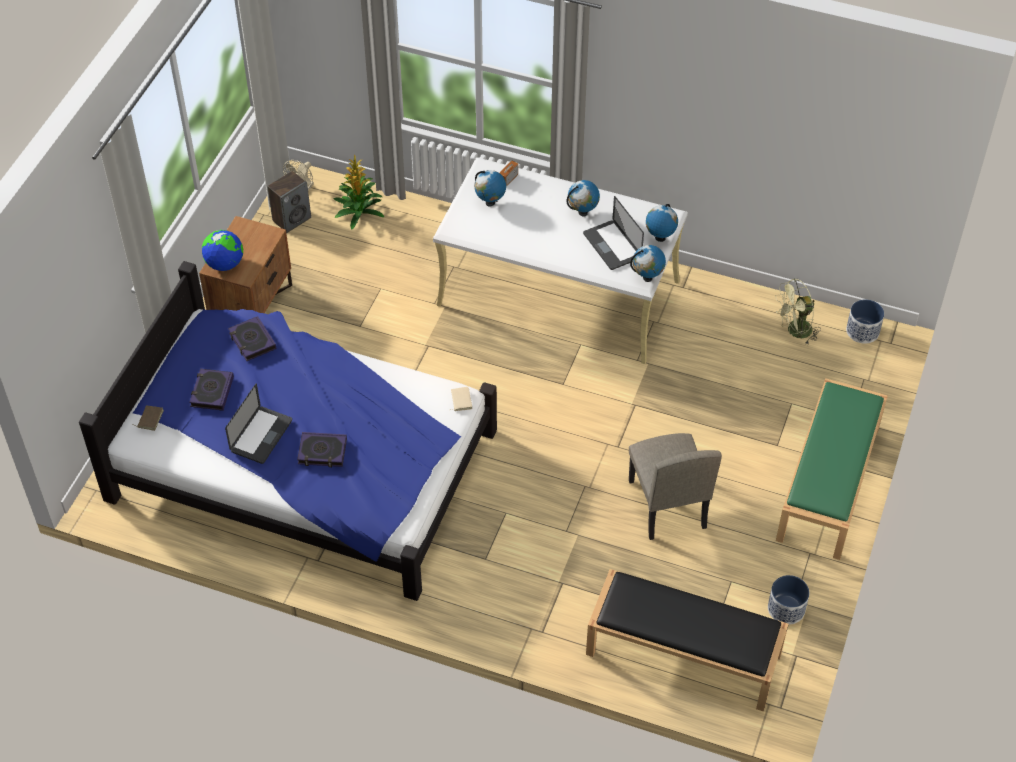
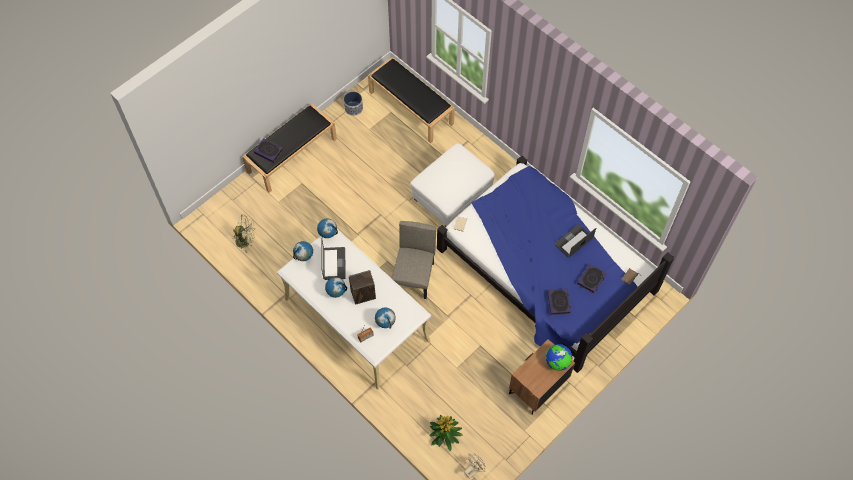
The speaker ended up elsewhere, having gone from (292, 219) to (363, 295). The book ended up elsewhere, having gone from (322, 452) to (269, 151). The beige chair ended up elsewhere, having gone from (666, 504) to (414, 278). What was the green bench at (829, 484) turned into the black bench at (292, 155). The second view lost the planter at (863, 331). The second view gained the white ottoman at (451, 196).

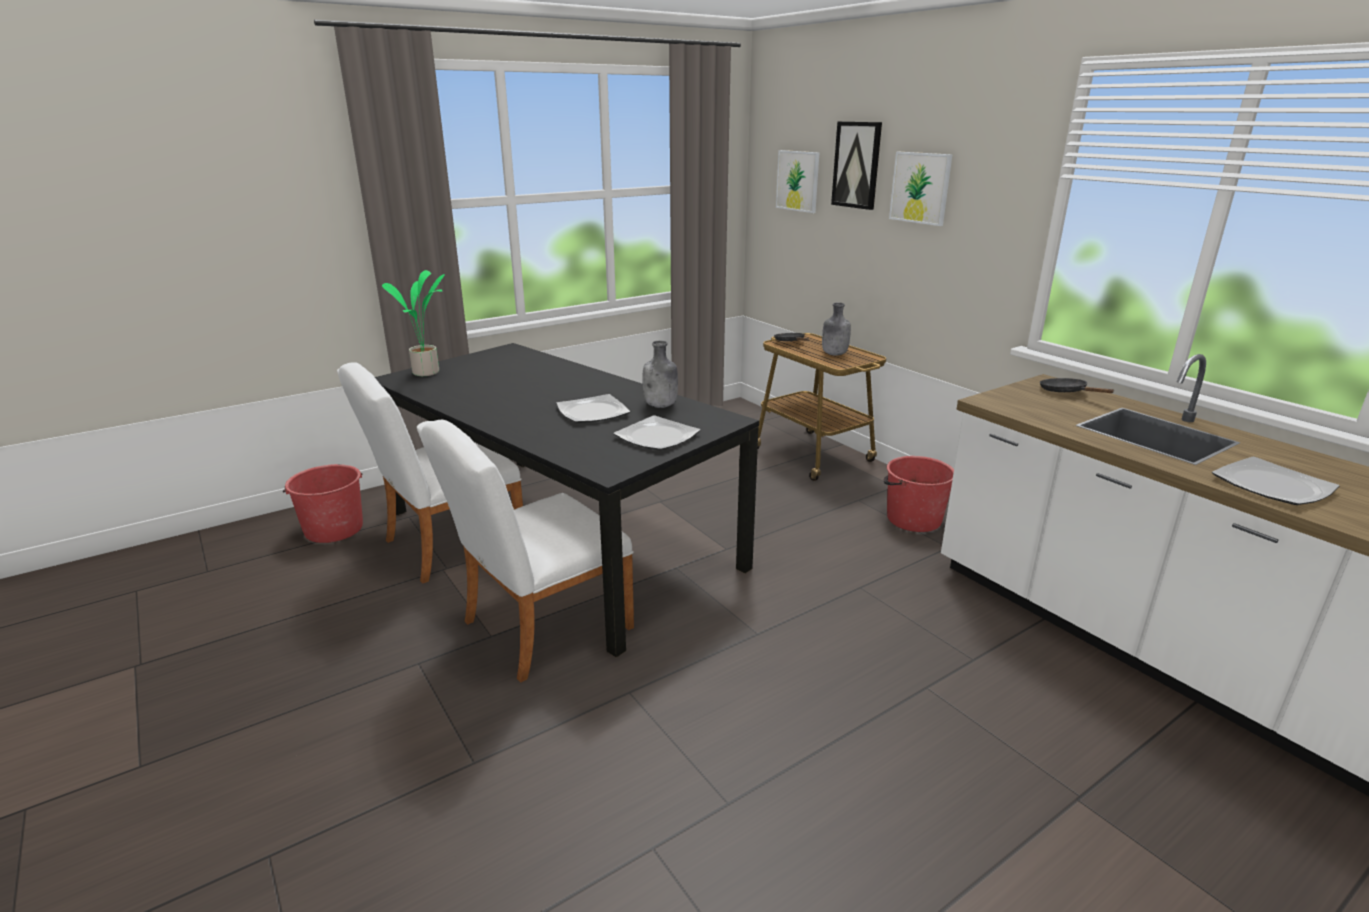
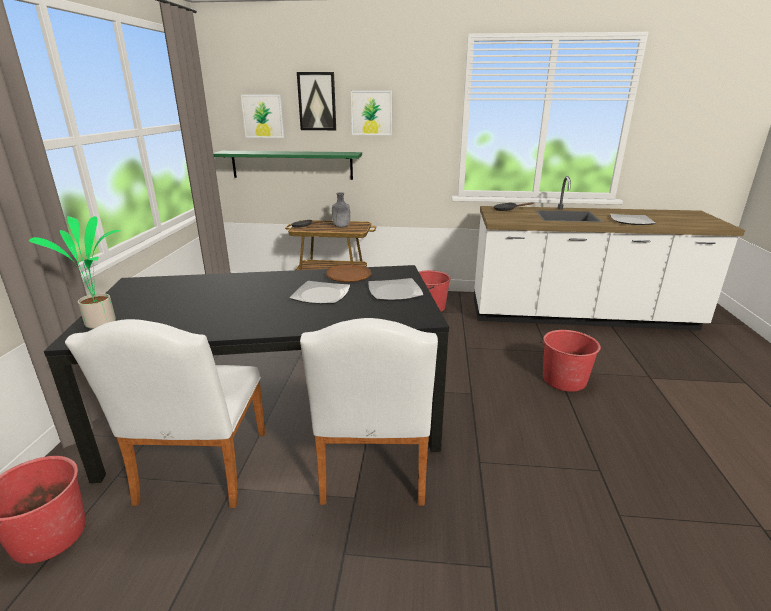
Where the grey bottle stood at (661, 406), the brown plate came to stand at (348, 277). The second view gained the green shelf at (292, 165). The second view gained the red bucket at (564, 379).

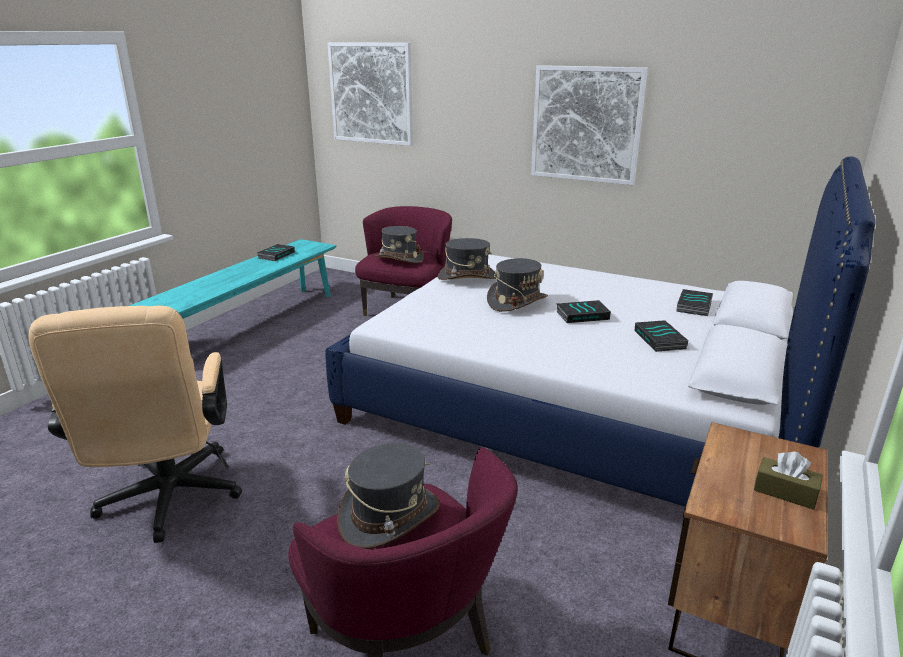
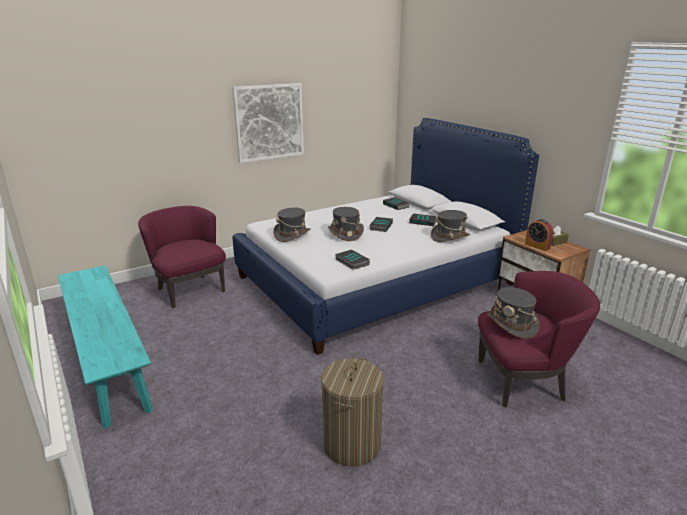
Where the beige office chair stood at (168, 502), the laundry basket came to stand at (351, 445). The book ended up elsewhere, having gone from (276, 255) to (351, 262). The second view lost the picture at (371, 93). The grey hat ended up elsewhere, having gone from (399, 258) to (450, 237). The second view gained the alarm clock at (537, 246).

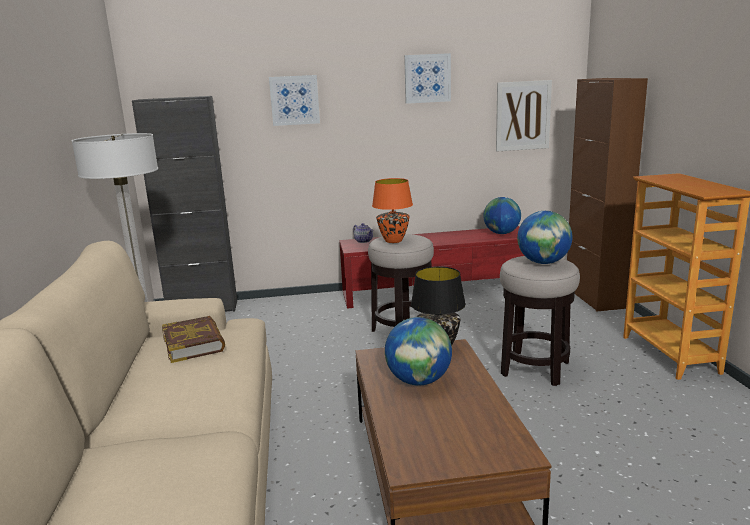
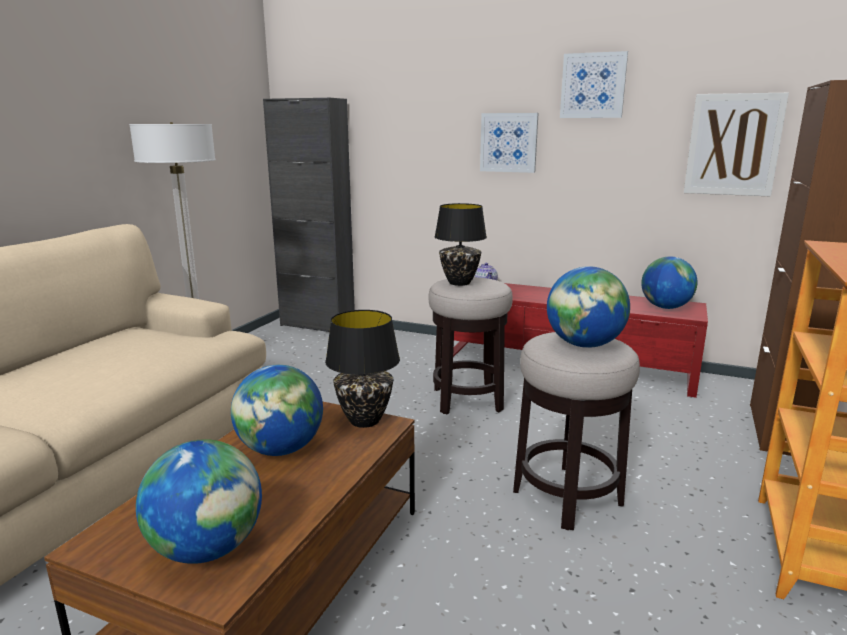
The second view lost the book at (194, 344). The picture ended up elsewhere, having gone from (294, 100) to (508, 142). What was the orange table lamp at (393, 241) turned into the black table lamp at (459, 283). The second view gained the globe at (207, 549).

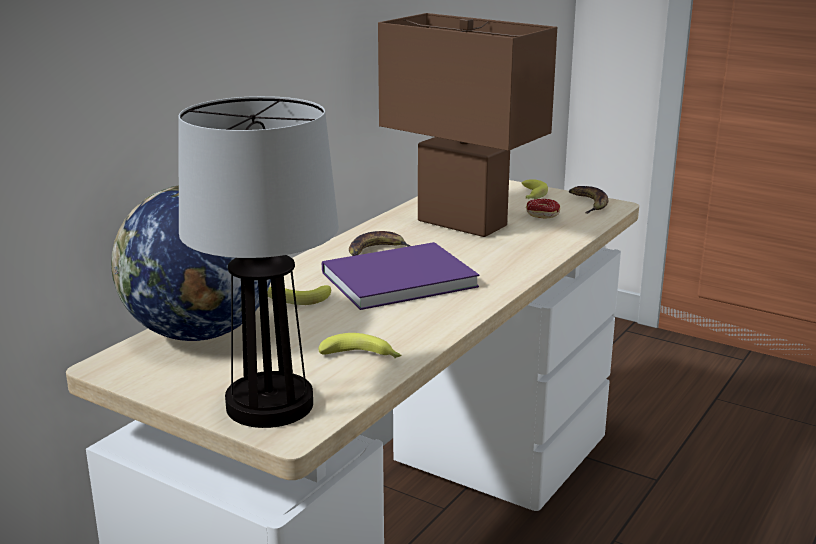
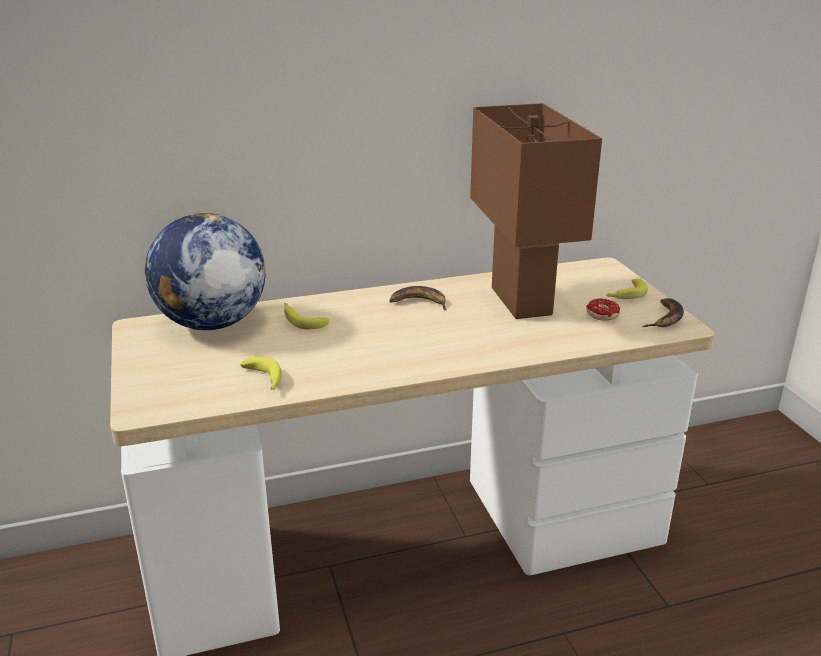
The second view lost the table lamp at (271, 405). The second view lost the purple book at (393, 279).

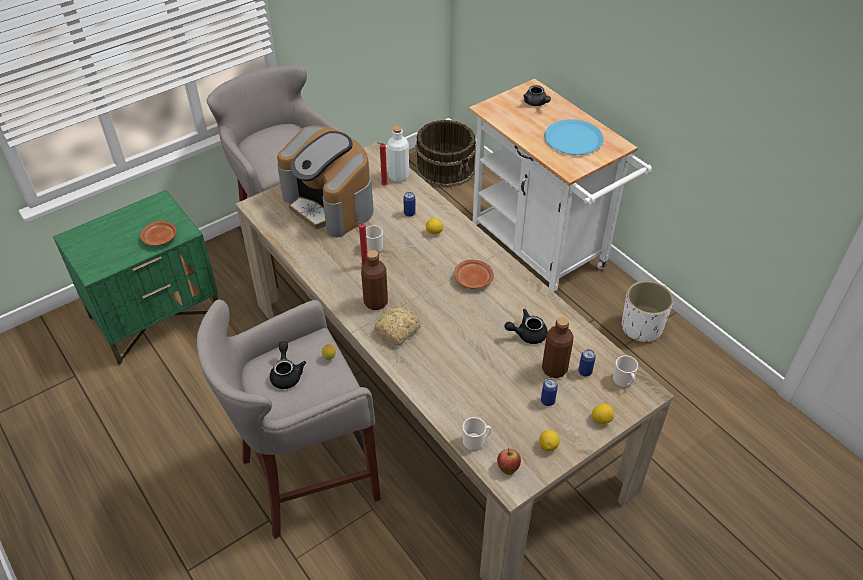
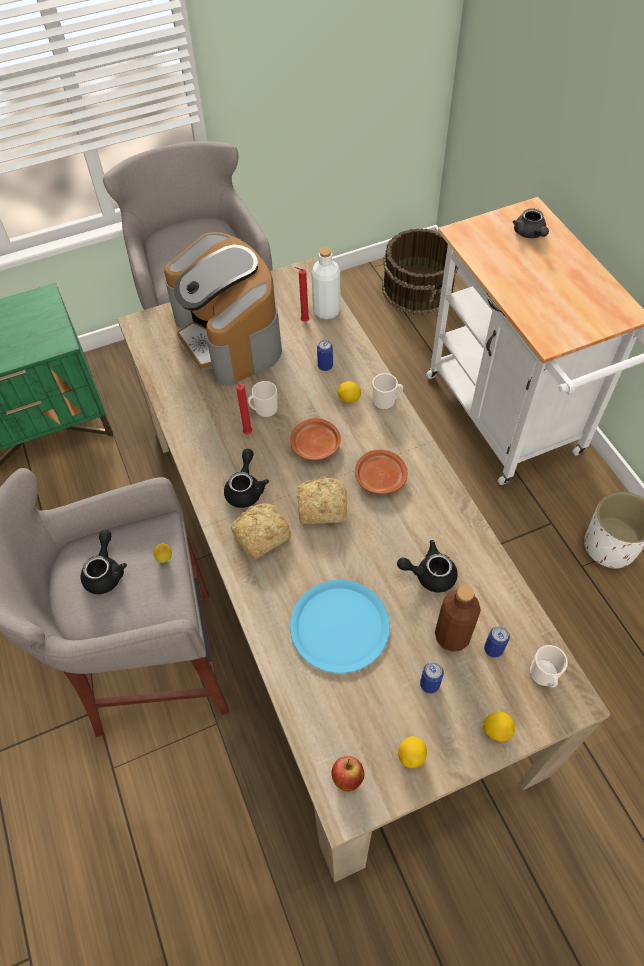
The brown plate ended up elsewhere, having gone from (160, 238) to (315, 445). Where the brown bottle stood at (375, 302), the black teapot came to stand at (245, 488). The mug ended up elsewhere, having gone from (476, 442) to (386, 401). The blue plate ended up elsewhere, having gone from (573, 138) to (339, 626). The second view gained the bread at (320, 506).

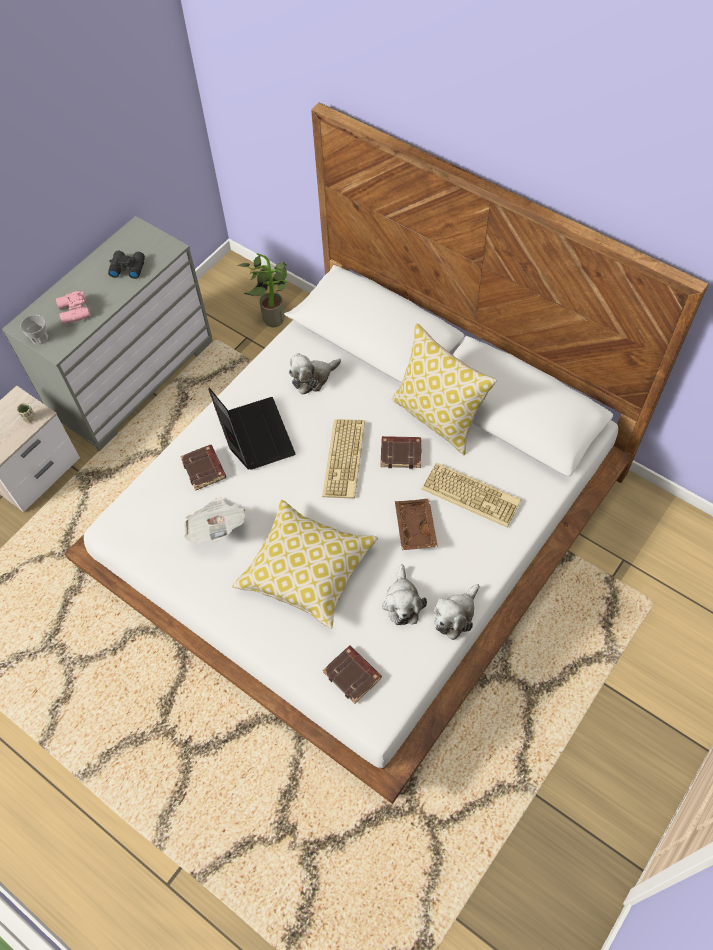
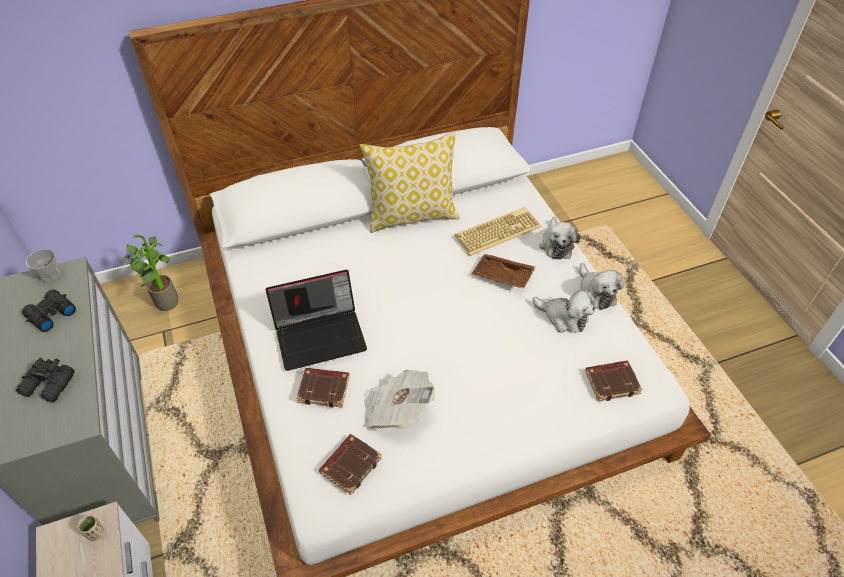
The cup ended up elsewhere, having gone from (40, 338) to (50, 275). What was the pink binoculars at (74, 312) turned into the black binoculars at (49, 386). The laptop at (253, 435) ended up facing another way, 150 degrees clockwise from before. The second view lost the pillow at (307, 570). The plush toy ended up elsewhere, having gone from (313, 378) to (556, 244). The second view lost the keyboard at (345, 459). The brown book ended up elsewhere, having gone from (401, 453) to (350, 465).

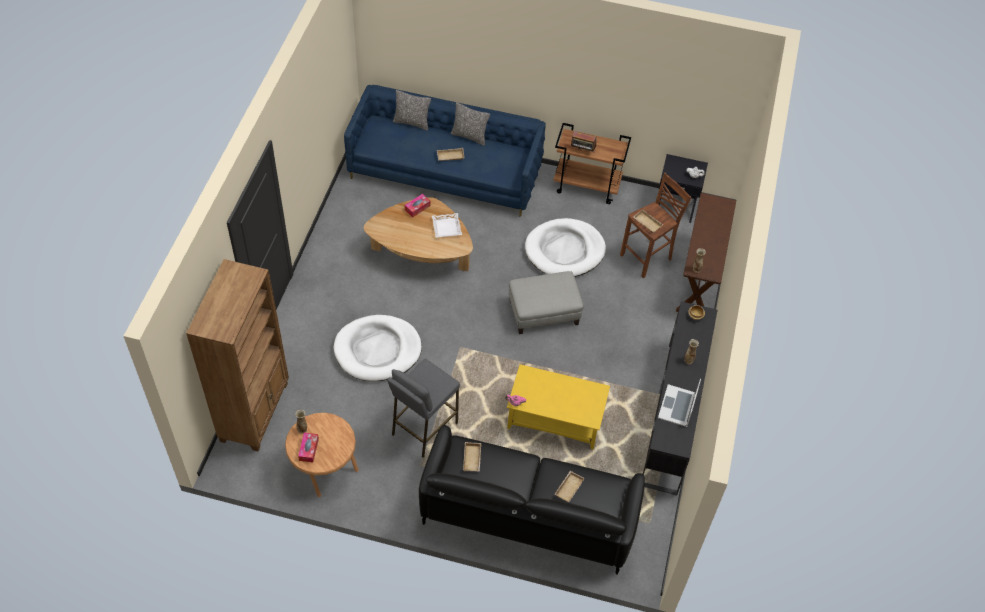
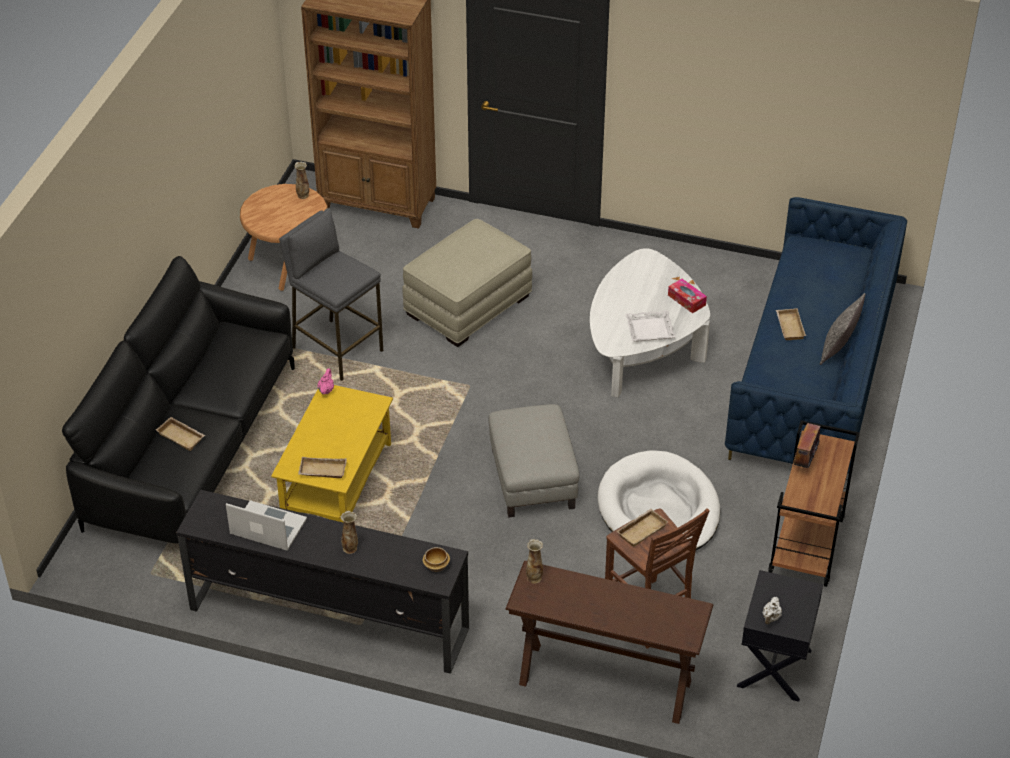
The second view lost the tissue box at (309, 449). Where the white dog bed stood at (378, 350), the beige ottoman came to stand at (467, 306). What was the brown coffee table at (421, 253) turned into the white coffee table at (642, 348). The second view lost the pillow at (412, 122). The beige tray ended up elsewhere, having gone from (473, 459) to (322, 471).

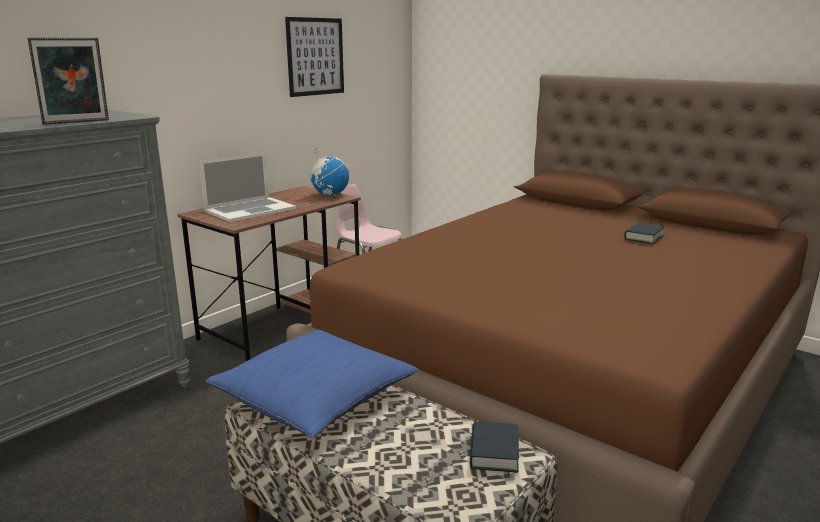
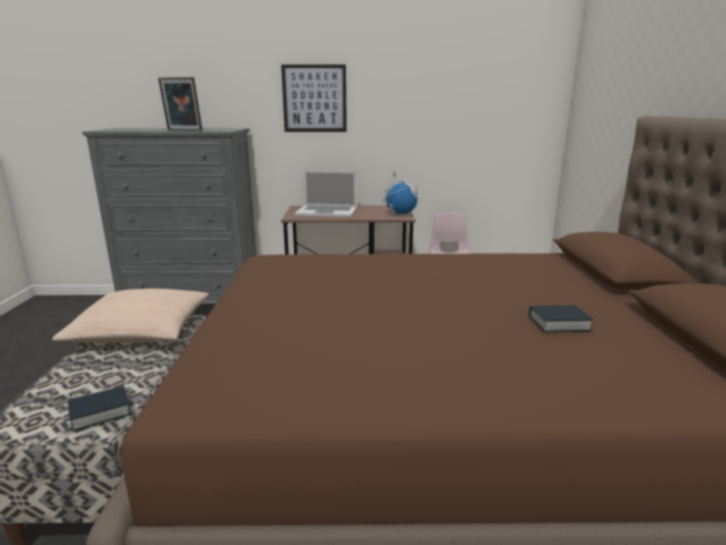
What was the blue pillow at (316, 398) turned into the beige pillow at (142, 331). The picture ended up elsewhere, having gone from (315, 56) to (314, 99).

